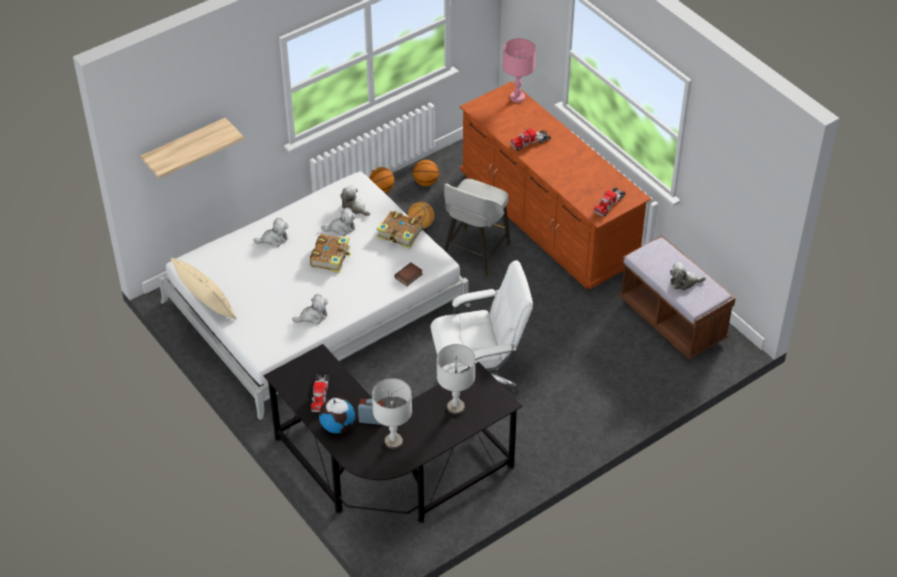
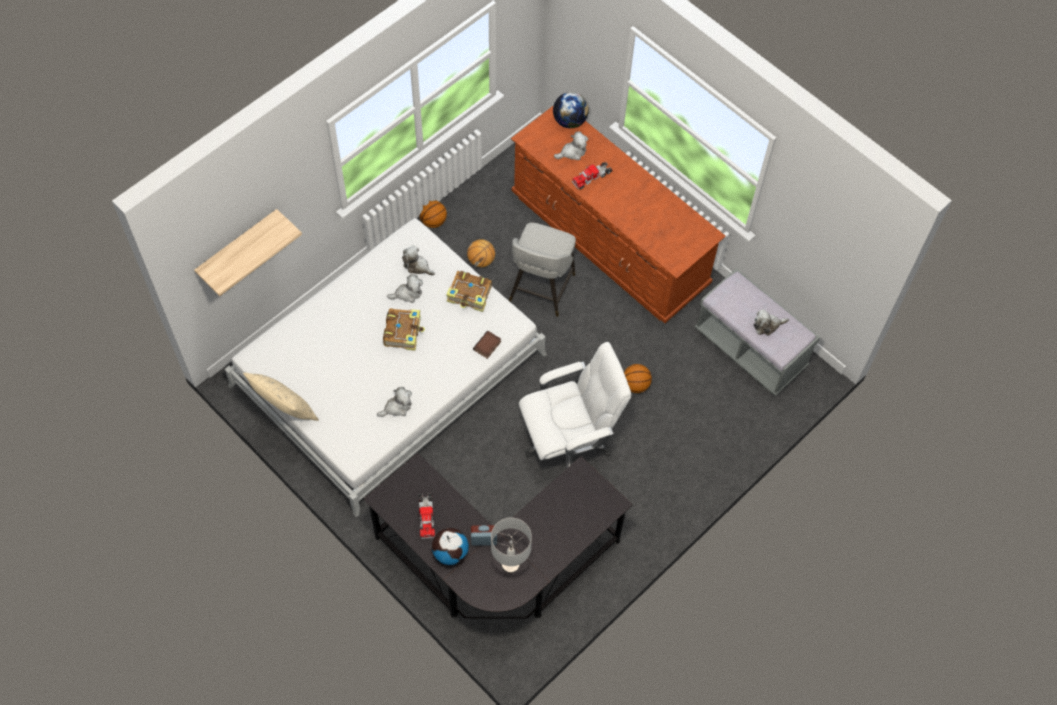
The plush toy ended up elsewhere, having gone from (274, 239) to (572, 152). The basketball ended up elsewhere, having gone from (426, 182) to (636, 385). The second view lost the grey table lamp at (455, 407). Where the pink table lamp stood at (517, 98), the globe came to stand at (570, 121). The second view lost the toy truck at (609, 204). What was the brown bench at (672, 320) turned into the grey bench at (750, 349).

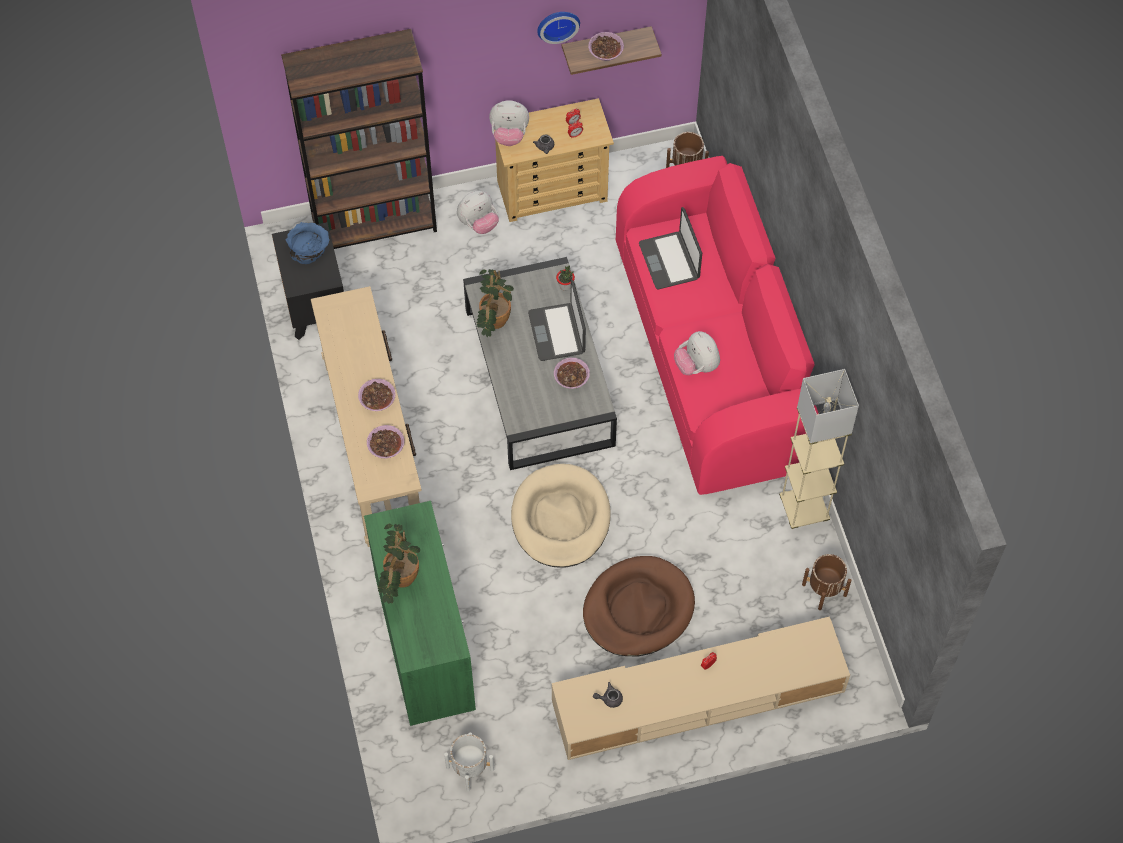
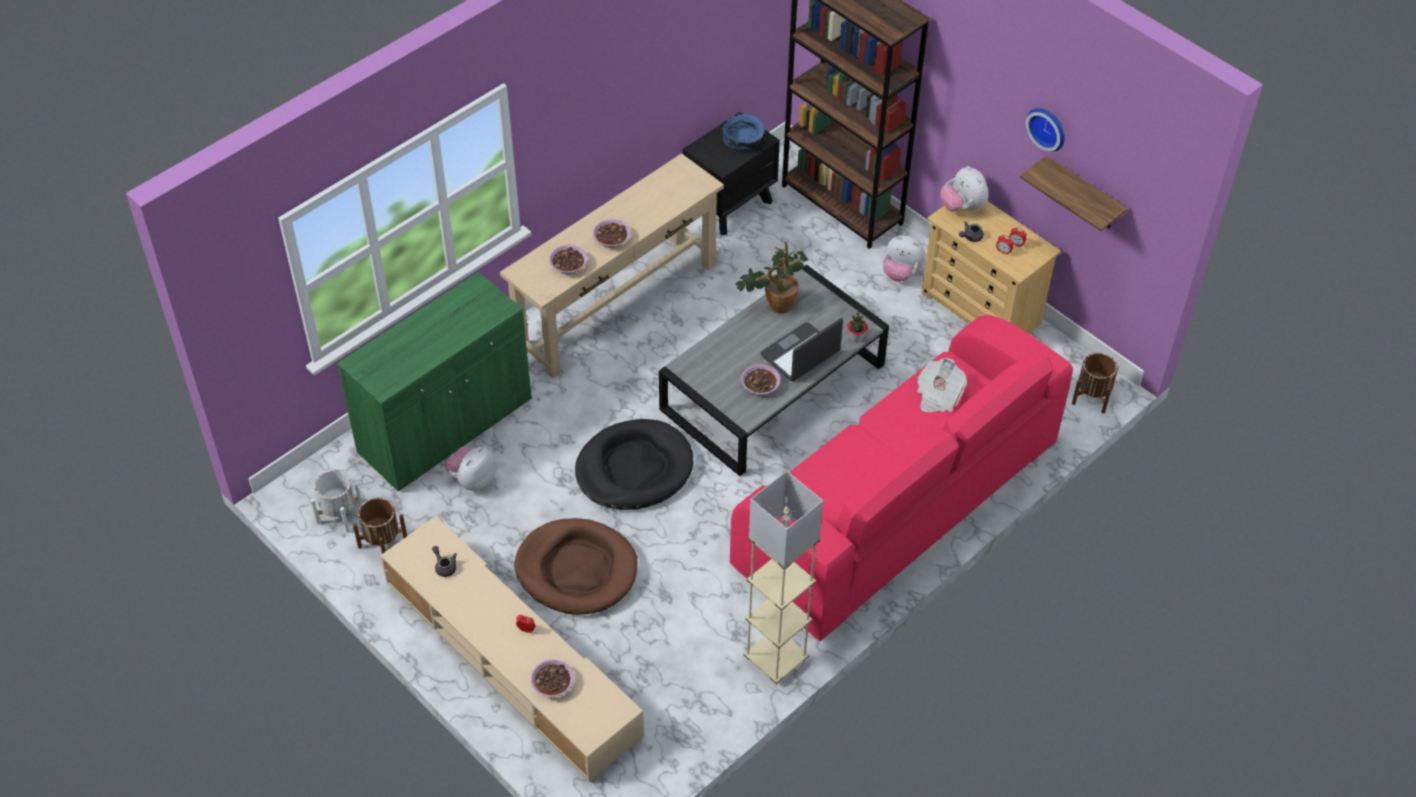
The second view lost the potted plant at (399, 582). What was the beige dog bed at (560, 518) turned into the black dog bed at (634, 468). The bowl ended up elsewhere, having gone from (605, 51) to (552, 683). Where the laptop stood at (670, 261), the newspaper came to stand at (938, 395). The plush toy ended up elsewhere, having gone from (696, 366) to (472, 480). The brown planter ended up elsewhere, having gone from (824, 590) to (382, 542).

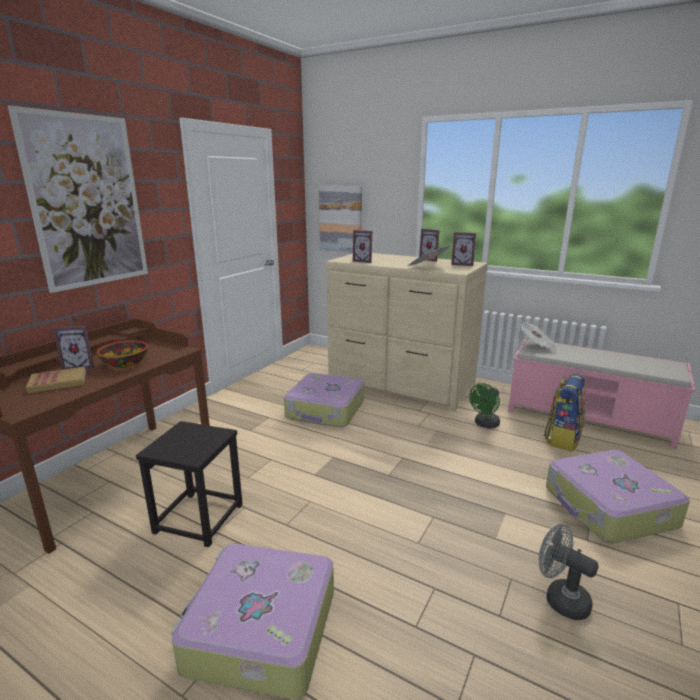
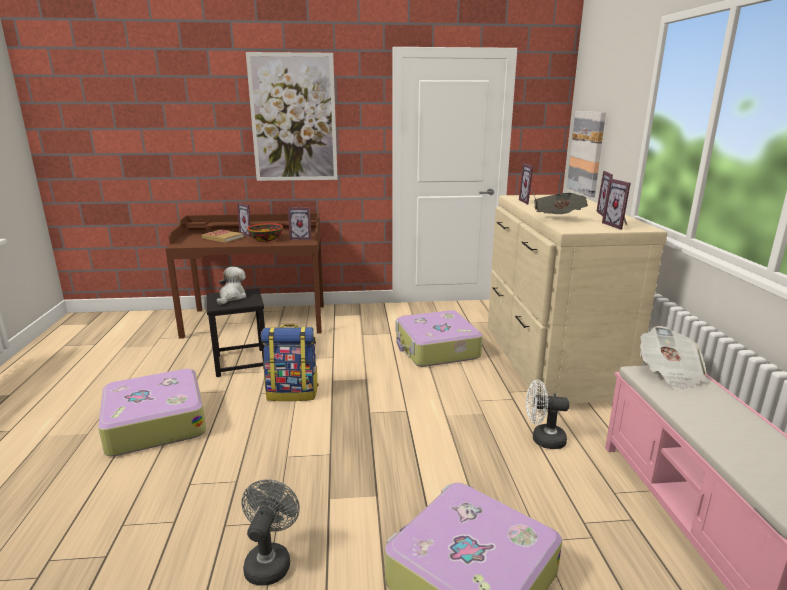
What was the green fan at (485, 424) turned into the white fan at (543, 439). The backpack ended up elsewhere, having gone from (562, 438) to (293, 393). The second view gained the plush toy at (232, 297). The second view gained the picture frame at (301, 238).

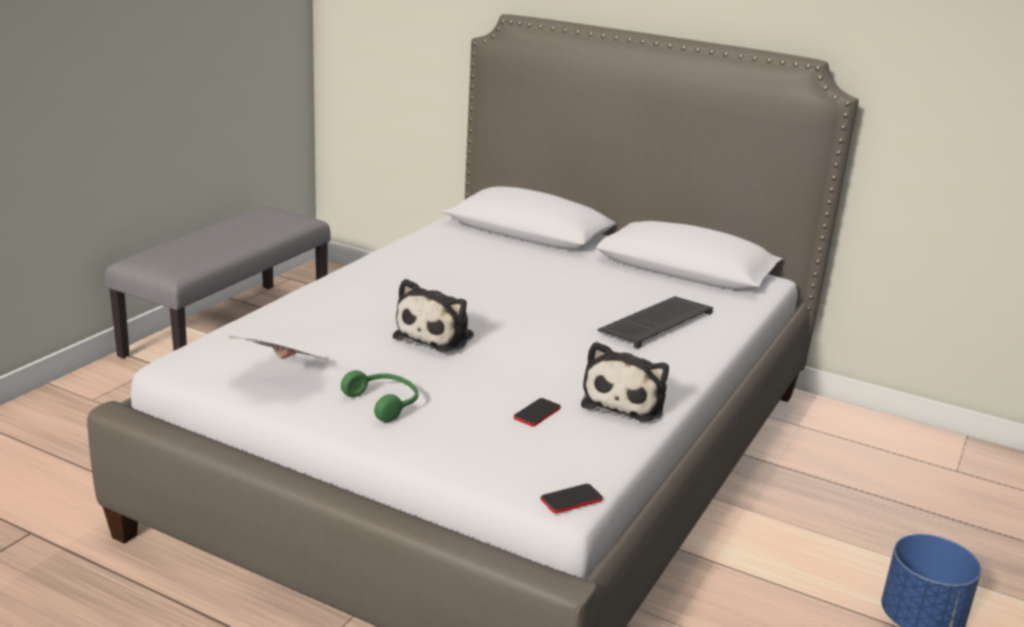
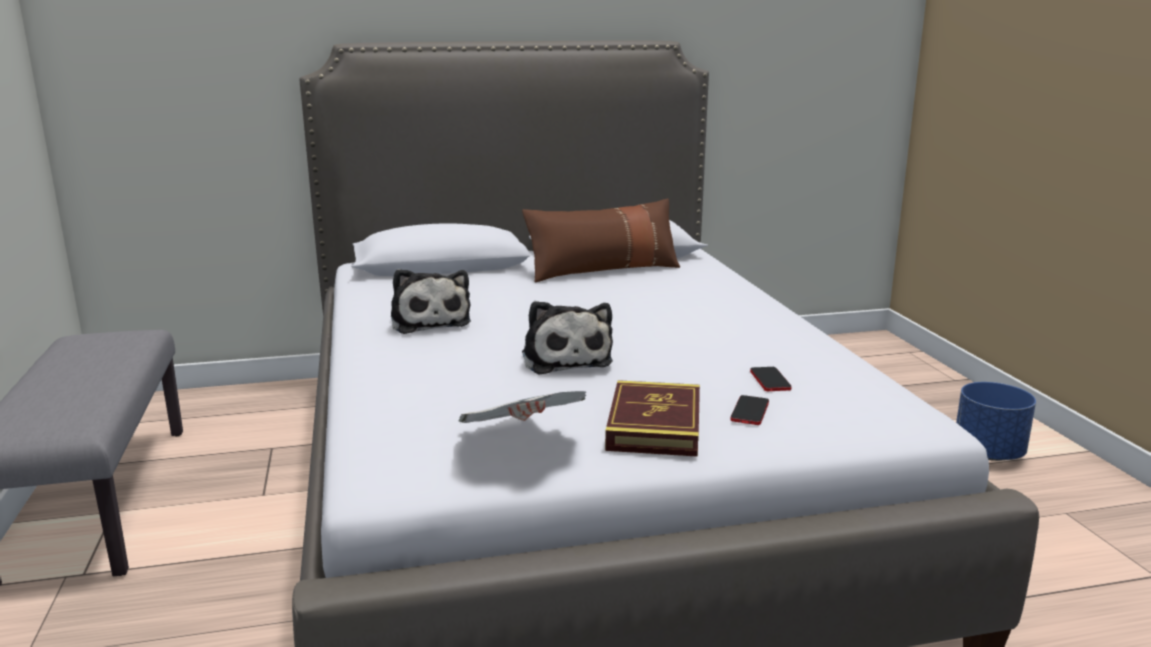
Where the green headphones stood at (384, 403), the book came to stand at (654, 425). The phone ended up elsewhere, having gone from (571, 500) to (750, 411). The plush toy ended up elsewhere, having gone from (626, 401) to (429, 321). The second view lost the keyboard at (656, 322). The second view gained the brown pillow at (603, 270).

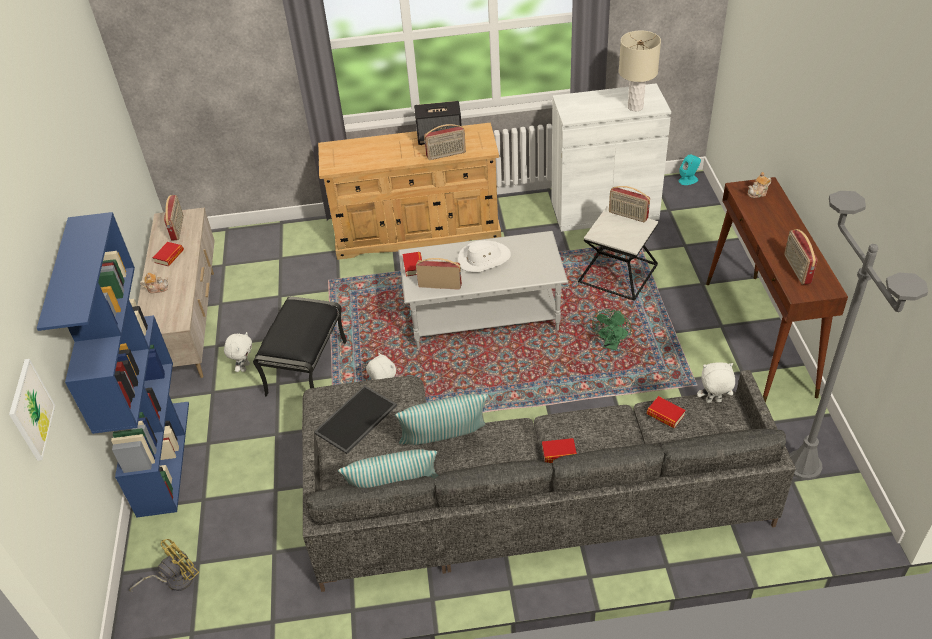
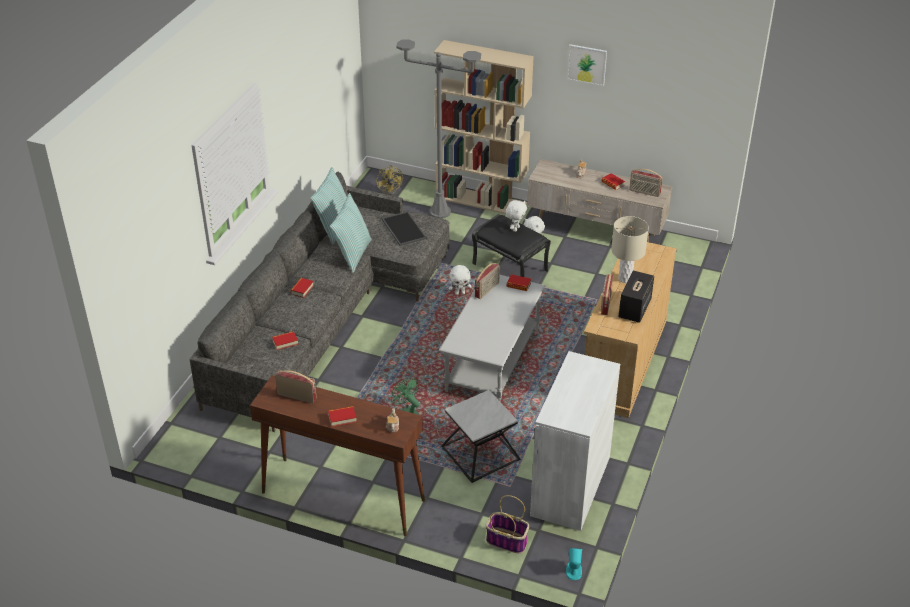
The picture ended up elsewhere, having gone from (31, 410) to (587, 64). What was the blue bookcase at (163, 456) turned into the beige bookcase at (481, 200). The second view lost the white hat at (484, 259). The second view lost the radio at (627, 215). The beige table lamp ended up elsewhere, having gone from (635, 107) to (625, 279). The white plush toy ended up elsewhere, having gone from (713, 401) to (515, 228). The grey floor lamp ended up elsewhere, having gone from (803, 465) to (440, 212). The second view gained the book at (342, 418). The second view gained the basket at (507, 541).

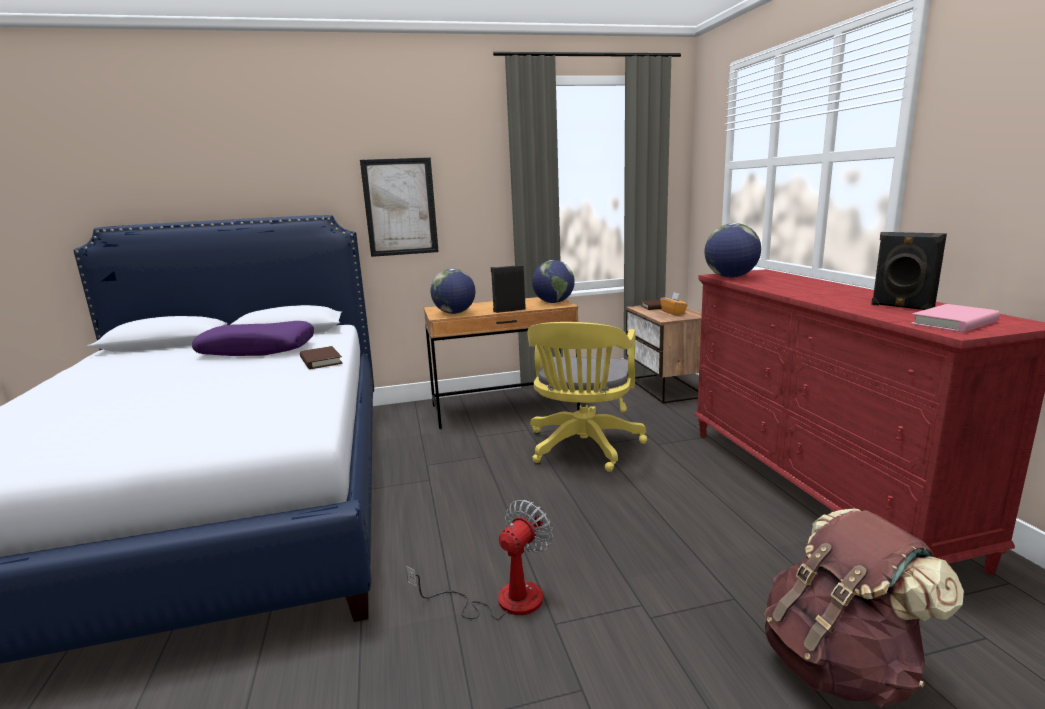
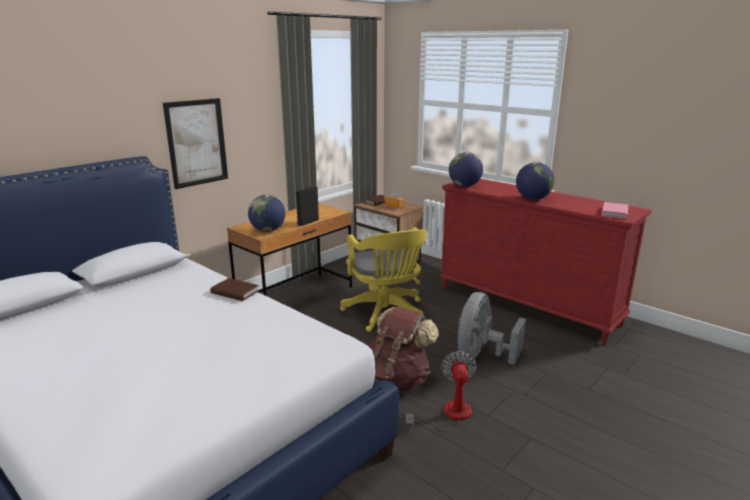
The second view lost the purple pillow at (258, 350). The globe ended up elsewhere, having gone from (553, 302) to (533, 199). The brown backpack ended up elsewhere, having gone from (840, 665) to (397, 380). The second view lost the black speaker at (901, 307). The second view gained the grey fan at (481, 355).

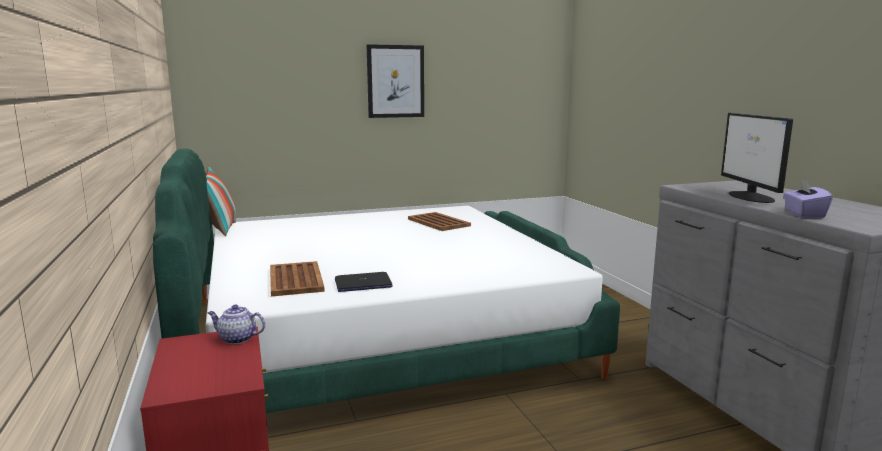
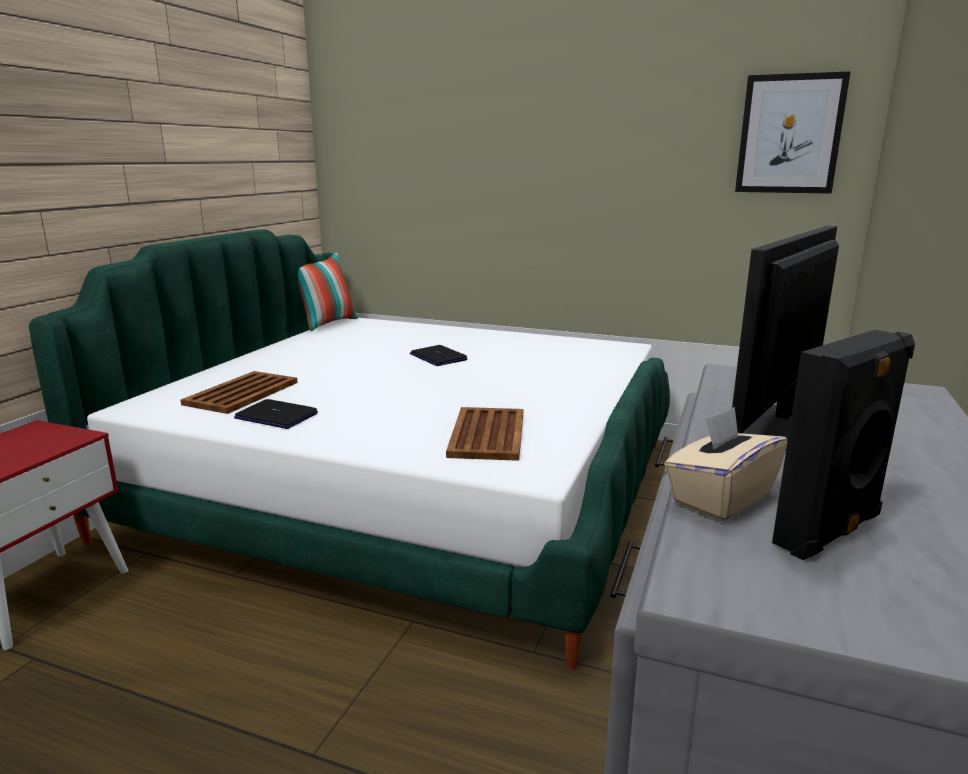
The second view lost the teapot at (236, 339). The picture ended up elsewhere, having gone from (395, 81) to (789, 134). The brown tray ended up elsewhere, having gone from (438, 222) to (488, 434). What was the purple tissue box at (804, 214) turned into the beige tissue box at (720, 498). The second view gained the laptop at (438, 357). The second view gained the black speaker at (830, 532).

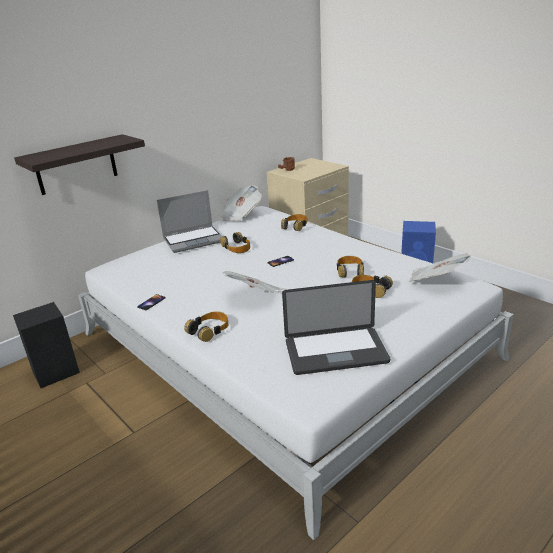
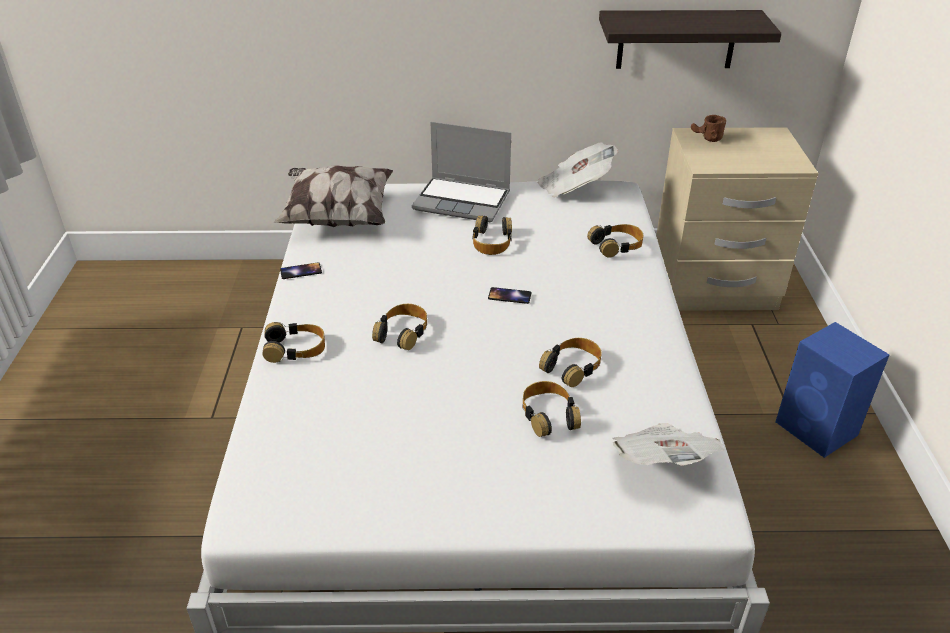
The second view lost the black speaker at (57, 371). The shelf ended up elsewhere, having gone from (76, 165) to (676, 39). Where the newspaper stood at (255, 296), the headphones came to stand at (402, 332). The second view lost the laptop at (335, 352). The second view gained the pillow at (337, 216).

